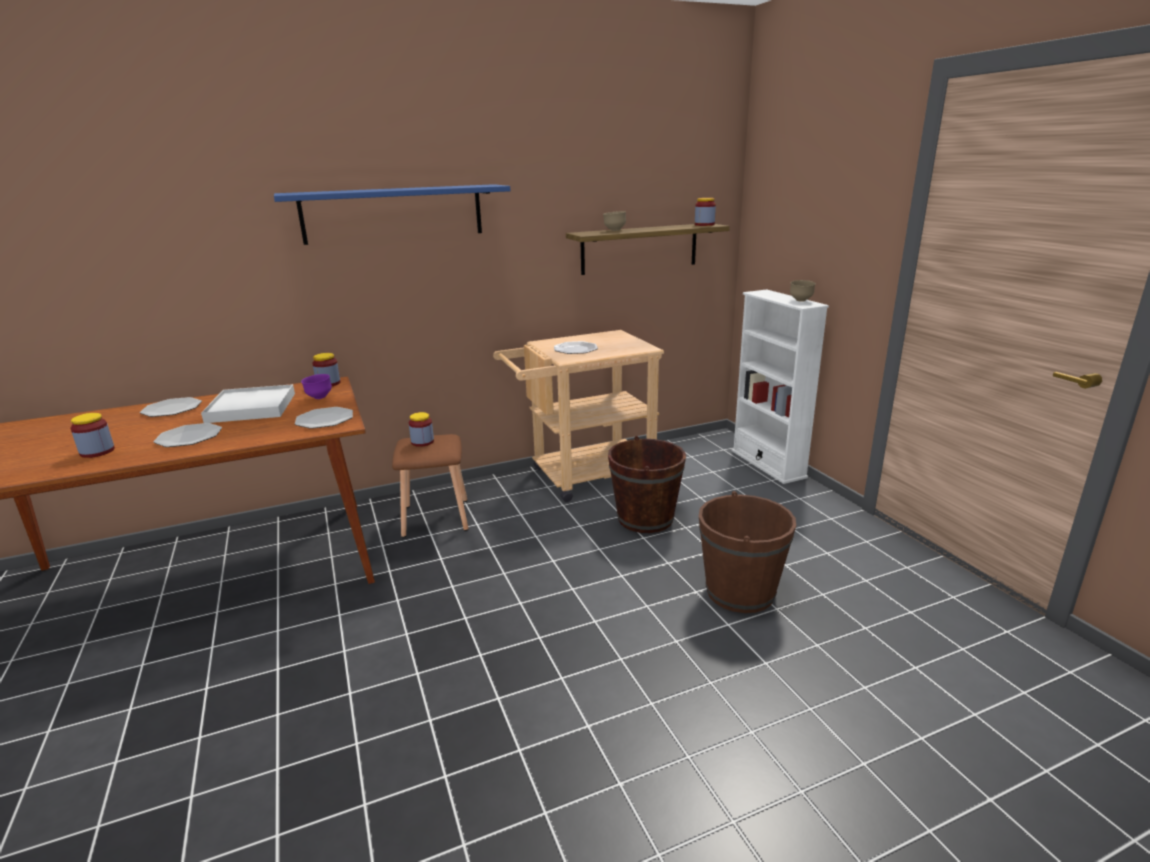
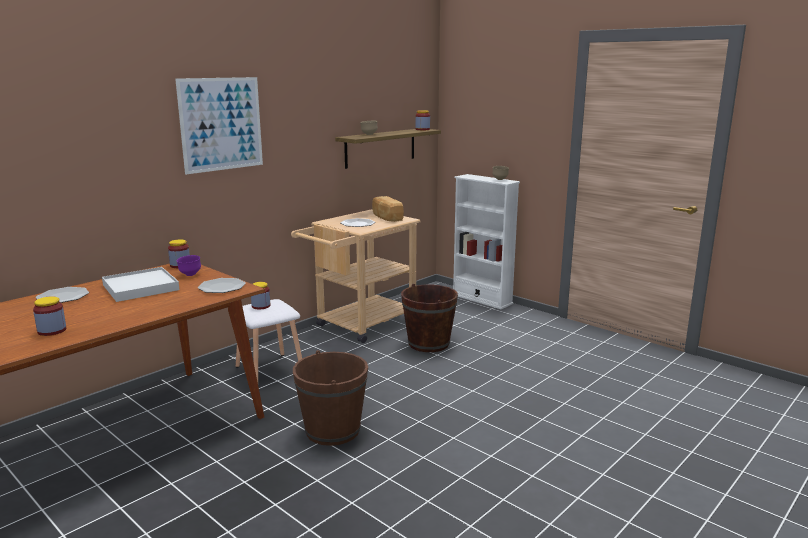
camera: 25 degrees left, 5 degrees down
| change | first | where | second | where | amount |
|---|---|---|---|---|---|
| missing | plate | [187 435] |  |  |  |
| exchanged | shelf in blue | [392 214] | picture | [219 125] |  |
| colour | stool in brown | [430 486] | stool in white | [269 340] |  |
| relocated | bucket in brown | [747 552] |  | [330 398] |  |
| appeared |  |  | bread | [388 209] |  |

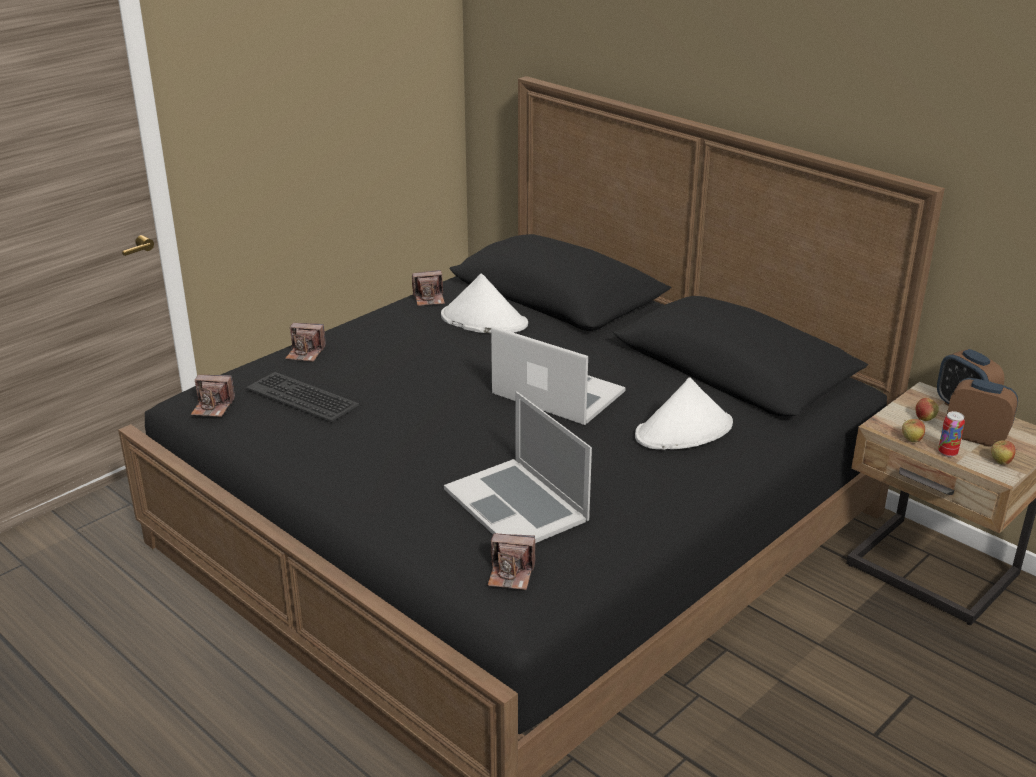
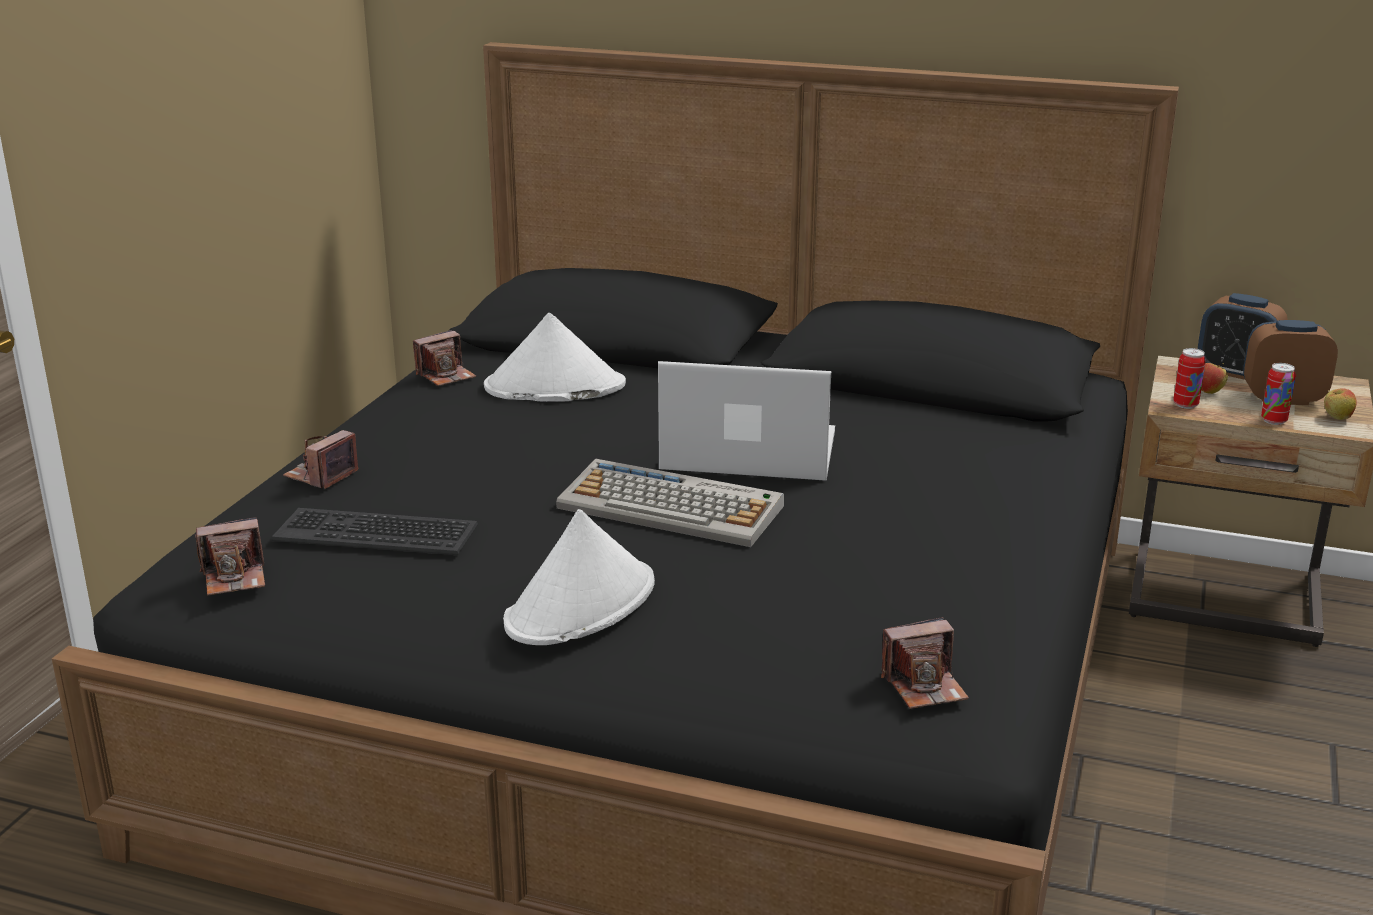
camera: 25 degrees left, 5 degrees down
| change | first | where | second | where | amount |
|---|---|---|---|---|---|
| spun | photo camera | [305 342] |  | [320 459] | 135 degrees clockwise |
| missing | laptop | [518 467] |  |  |  |
| relocated | hat in white | [684 413] |  | [579 577] |  |
| missing | apple | [913 430] |  |  |  |
| appeared |  |  | keyboard | [670 503] |  |
| appeared |  |  | can | [1189 378] |  |

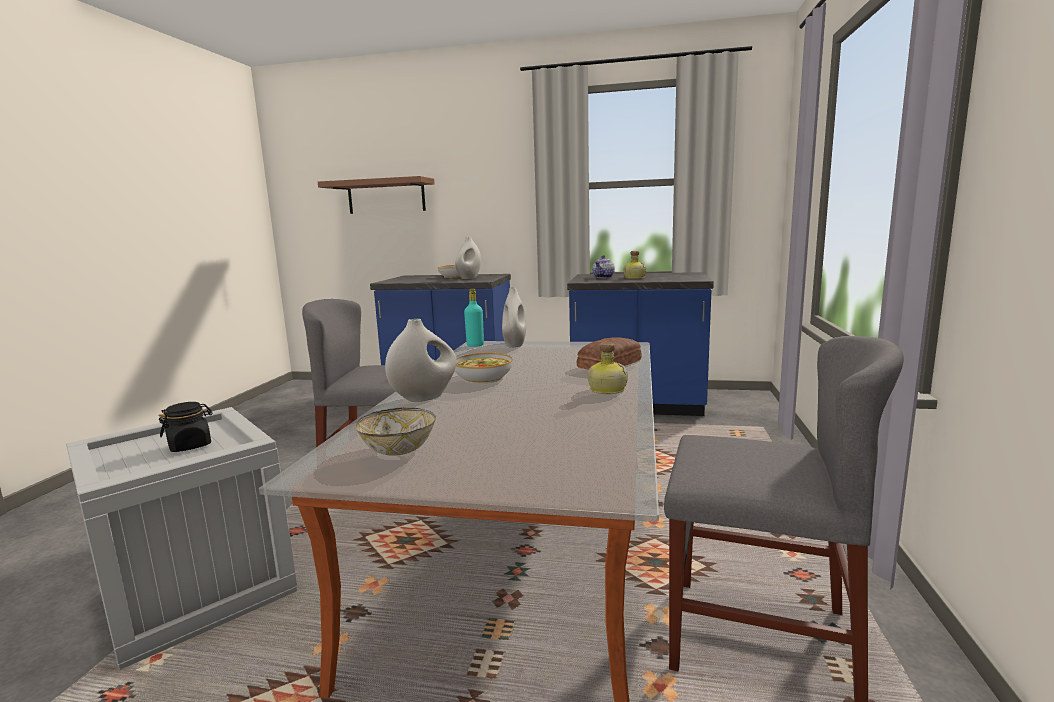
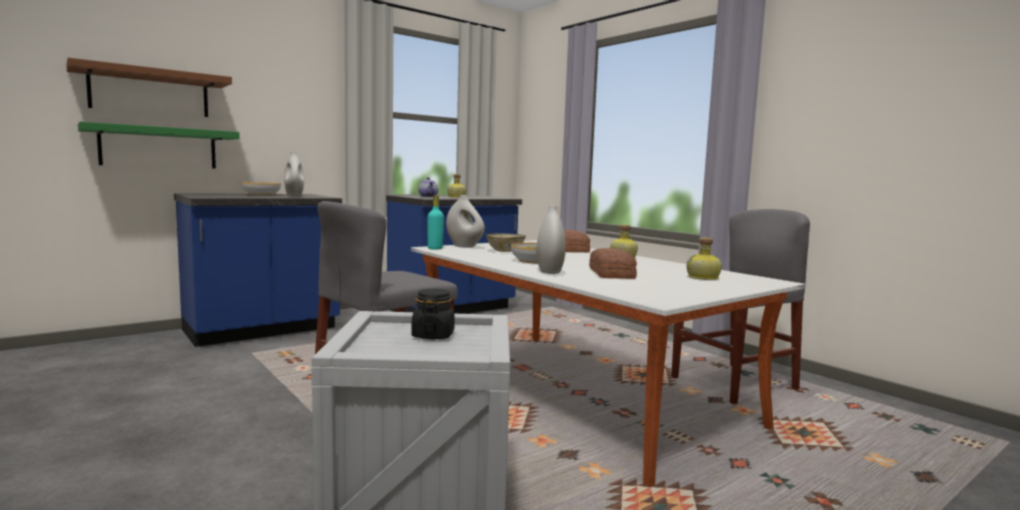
camera: 50 degrees left, 5 degrees down
| change | first | where | second | where | amount |
|---|---|---|---|---|---|
| relocated | bowl | [396 432] |  | [506 242] |  |
| appeared |  |  | shelf in green | [159 144] |  |
| appeared |  |  | bread | [613 263] |  |
| appeared |  |  | bottle | [704 259] |  |

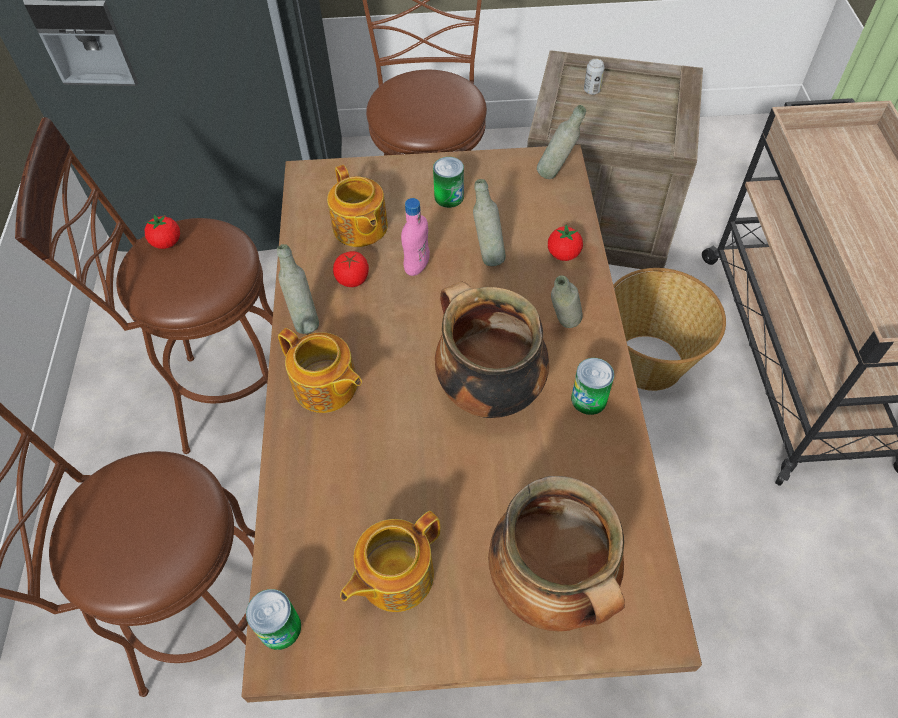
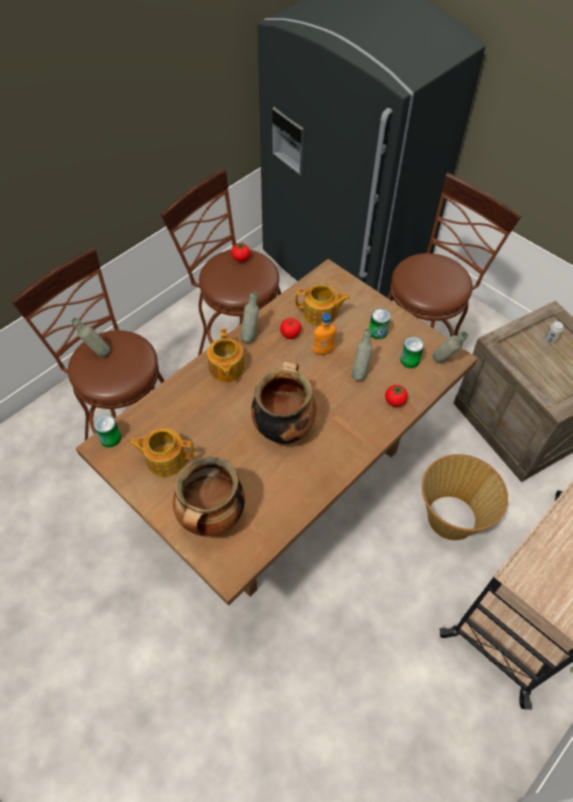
camera: 45 degrees right, 0 degrees up
| change | first | where | second | where | amount |
|---|---|---|---|---|---|
| spun | teapot | [357 206] |  | [322 305] | 105 degrees counterclockwise |
| colour | bottle in pink | [415 237] | bottle in orange | [324 334] |  |
| relocated | bottle in grey | [567 301] |  | [90 337] |  |
| relocated | can | [592 386] |  | [412 352] |  |

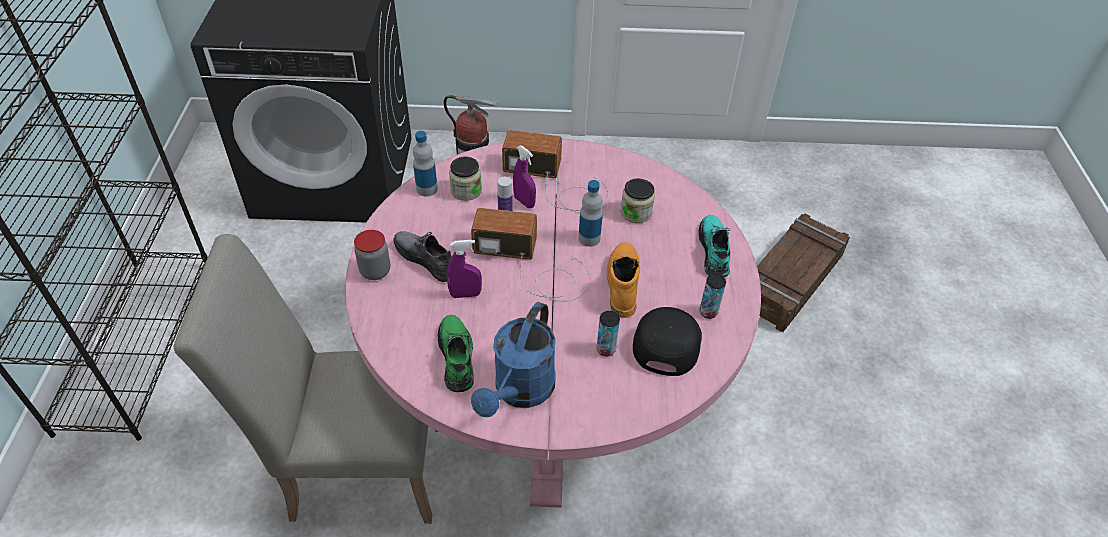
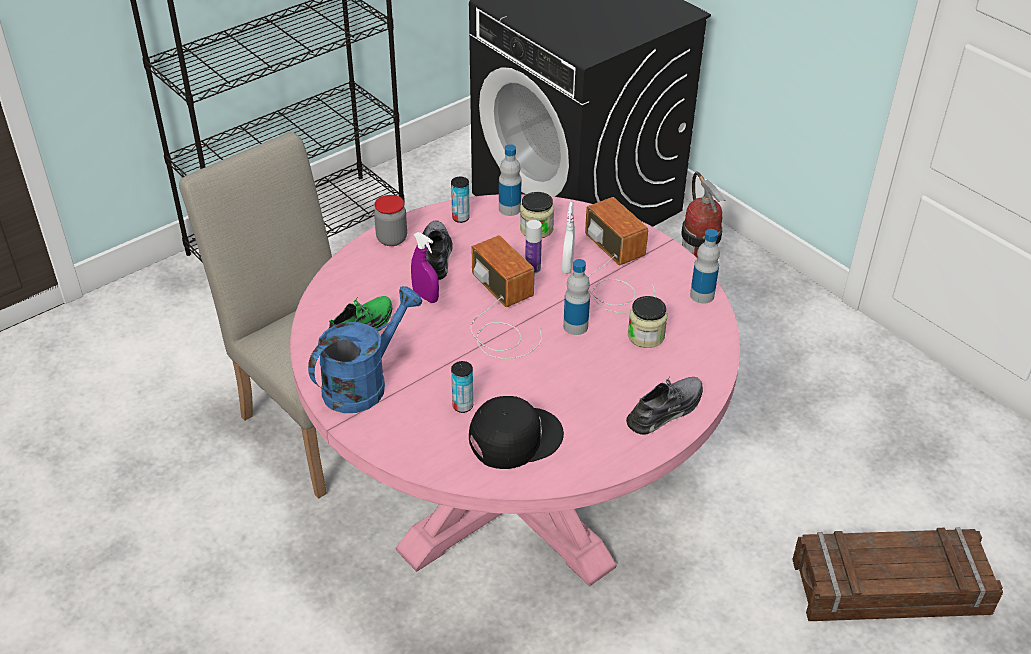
camera: 50 degrees right, 5 degrees down
| change | first | where | second | where | amount |
|---|---|---|---|---|---|
| spun | watering can in blue | [513 359] |  | [365 349] | 150 degrees clockwise |
| colour | spray bottle in purple | [524 176] | spray bottle in white | [568 238] |  |
| missing | boot in orange | [623 280] |  |  |  |
| colour | shoe in turquoise | [715 246] | shoe in grey | [664 405] |  |
| relocated | can | [713 296] |  | [460 200] |  |
| appeared |  |  | bottle | [705 266] |  |

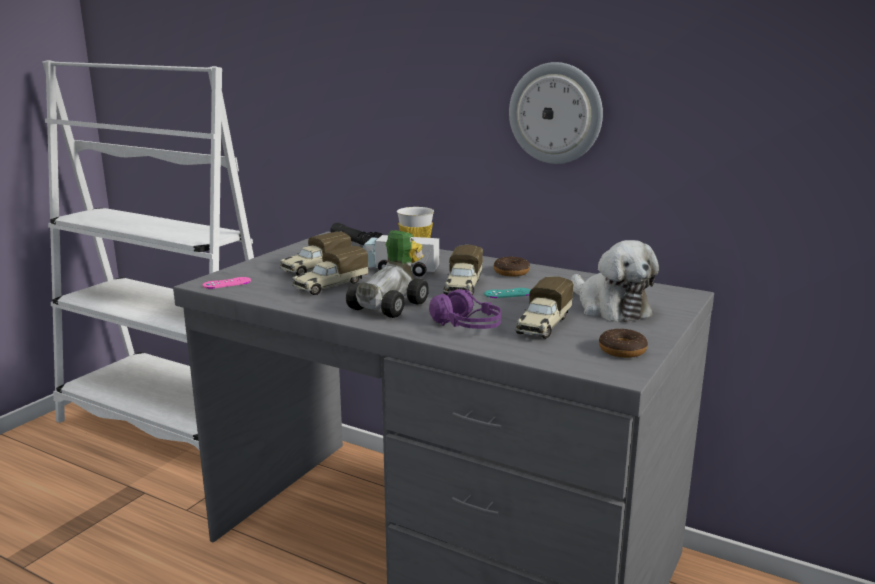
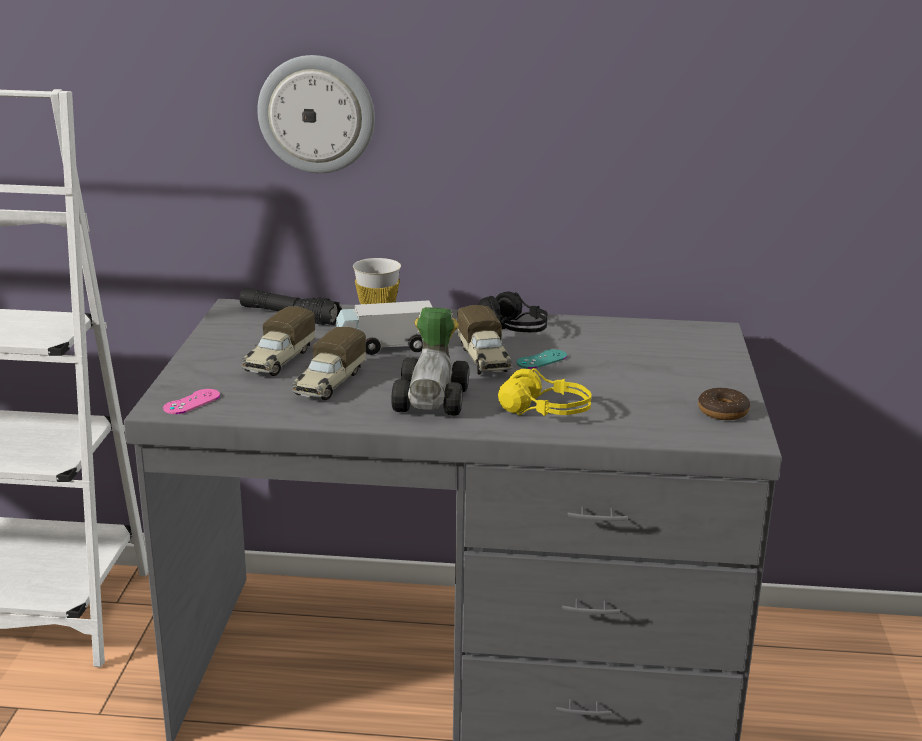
camera: 25 degrees left, 5 degrees up
| change | first | where | second | where | amount |
|---|---|---|---|---|---|
| colour | headphones in purple | [465 309] | headphones in yellow | [545 392] |  |
| exchanged | donut | [512 266] | headphones in black | [513 311] |  |
| relocated | wall clock | [556 113] |  | [316 114] |  |
| missing | toy truck | [544 307] |  |  |  |
| missing | plush toy | [615 281] |  |  |  |

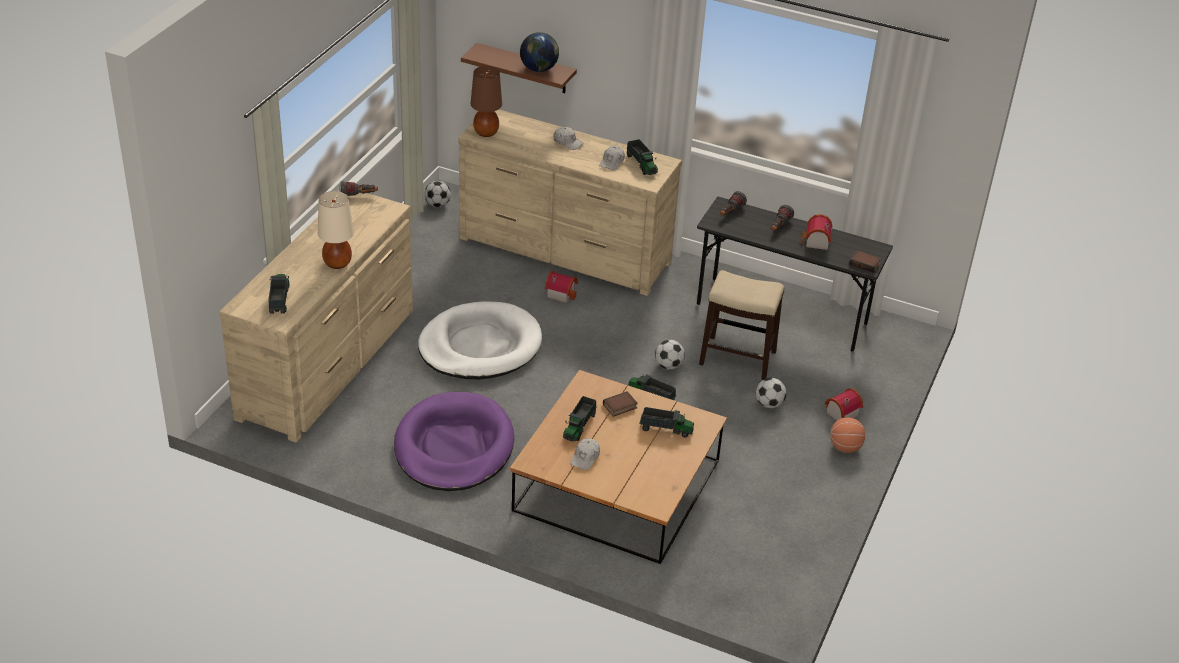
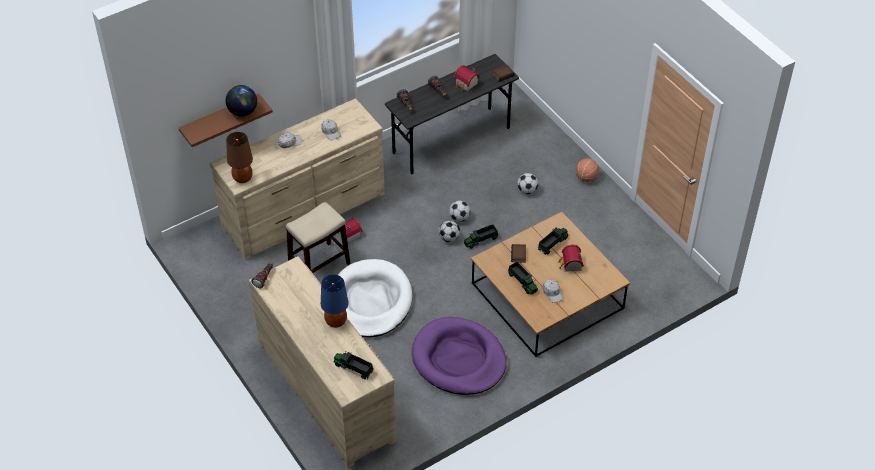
camera: 55 degrees left, 10 degrees up
| change | first | where | second | where | amount |
|---|---|---|---|---|---|
| colour | table lamp in beige | [336 230] | table lamp in blue | [335 301] |  |
| relocated | football | [437 194] |  | [449 231] |  |
| missing | toy truck | [642 157] |  |  |  |
| relocated | stool | [741 325] |  | [318 237] |  |
| relocated | toy house | [844 404] |  | [571 258] |  |

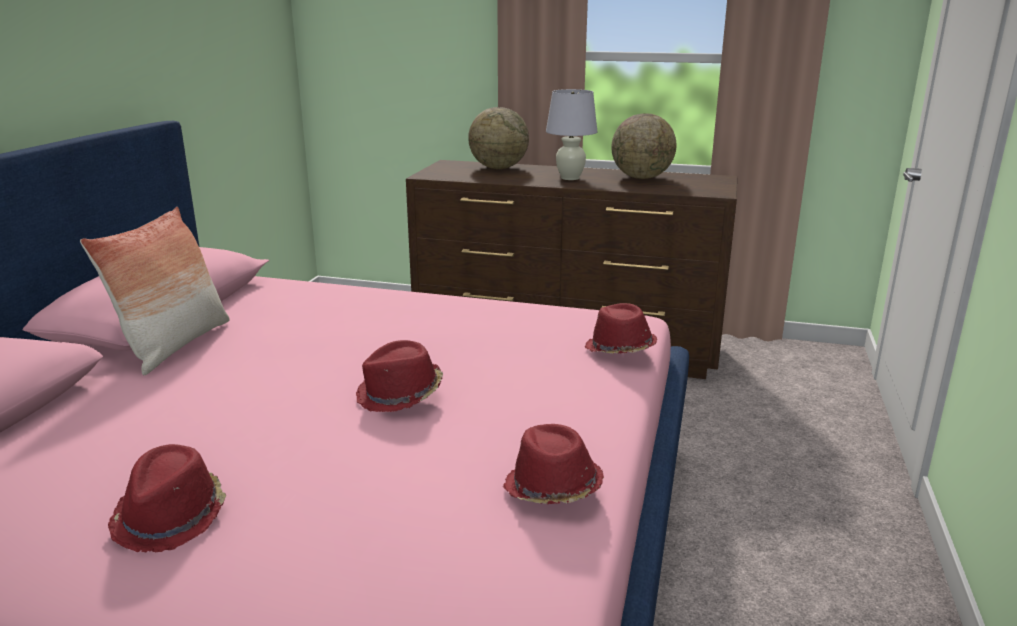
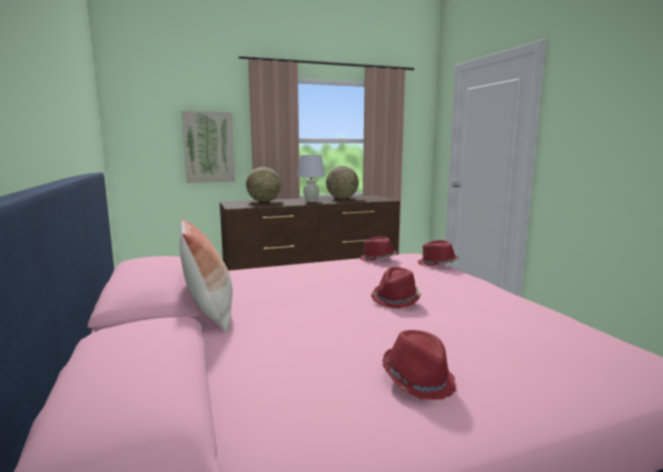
camera: 35 degrees left, 10 degrees down
| change | first | where | second | where | amount |
|---|---|---|---|---|---|
| relocated | hat in red | [553 464] |  | [378 248] |  |
| appeared |  |  | picture | [208 147] |  |

